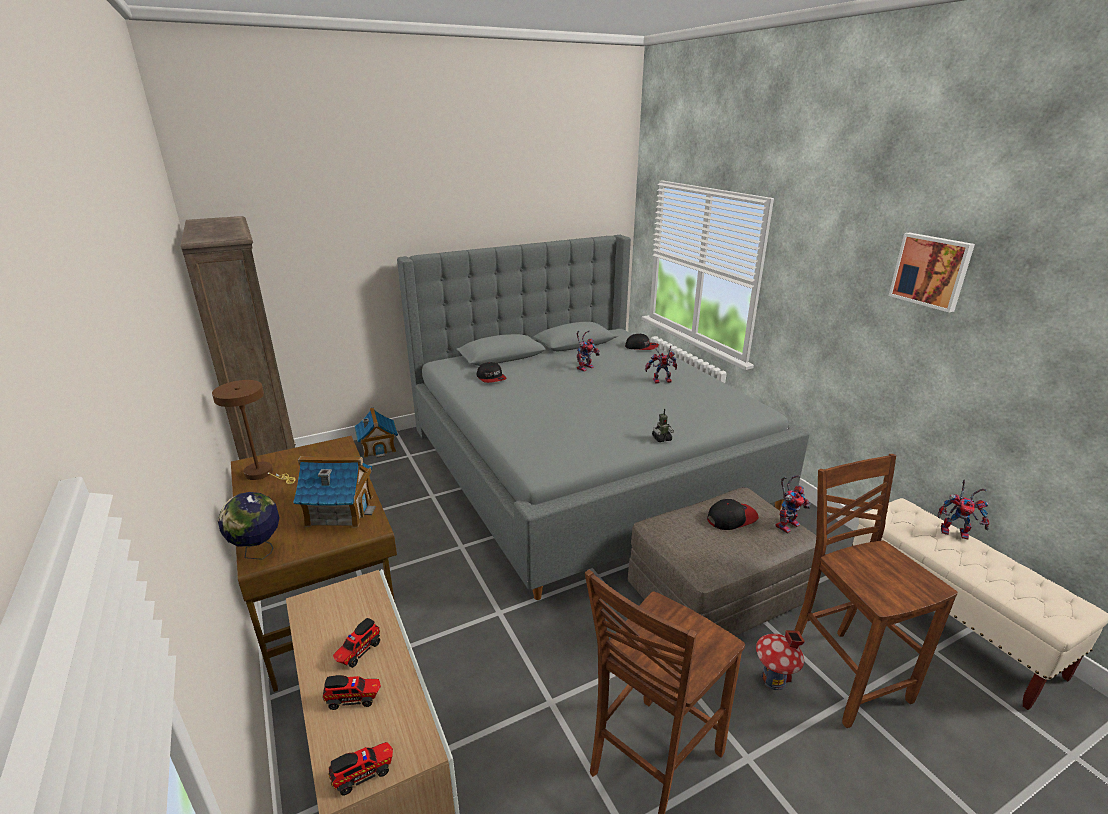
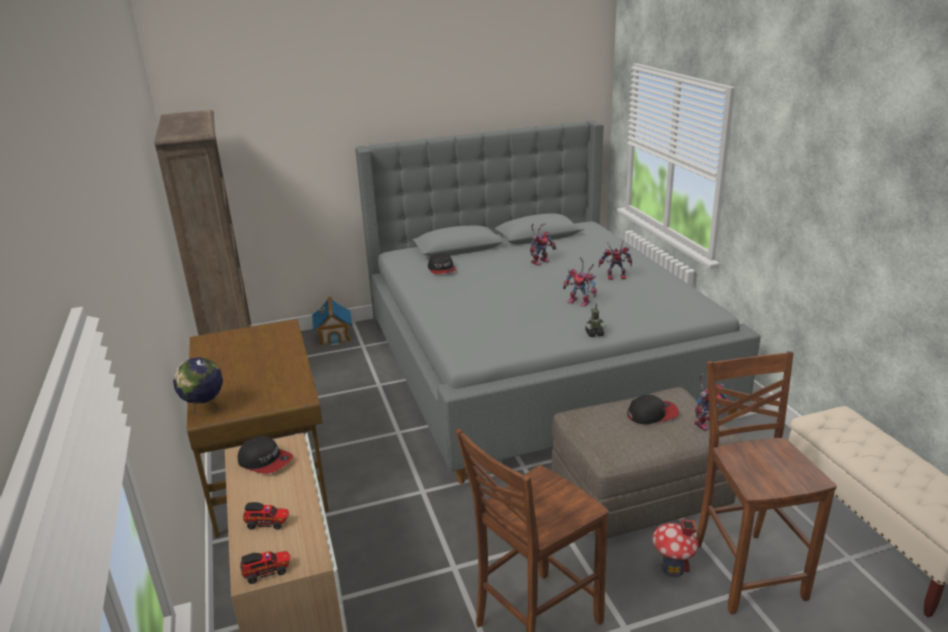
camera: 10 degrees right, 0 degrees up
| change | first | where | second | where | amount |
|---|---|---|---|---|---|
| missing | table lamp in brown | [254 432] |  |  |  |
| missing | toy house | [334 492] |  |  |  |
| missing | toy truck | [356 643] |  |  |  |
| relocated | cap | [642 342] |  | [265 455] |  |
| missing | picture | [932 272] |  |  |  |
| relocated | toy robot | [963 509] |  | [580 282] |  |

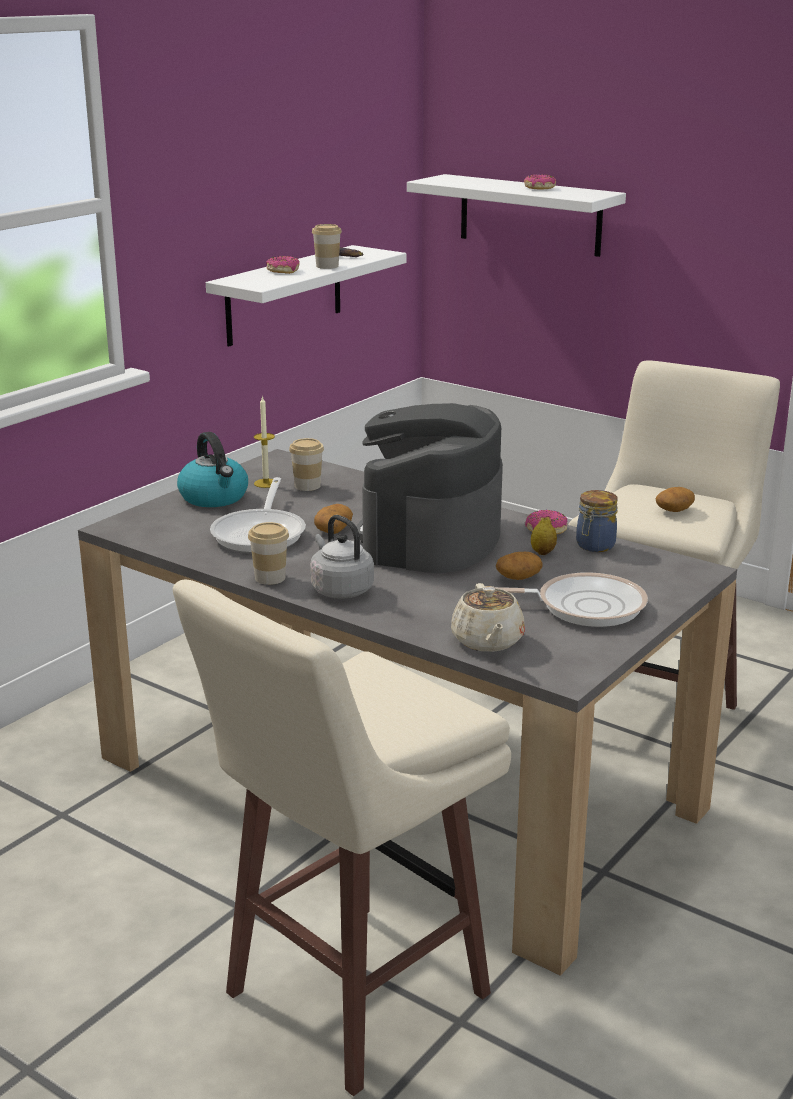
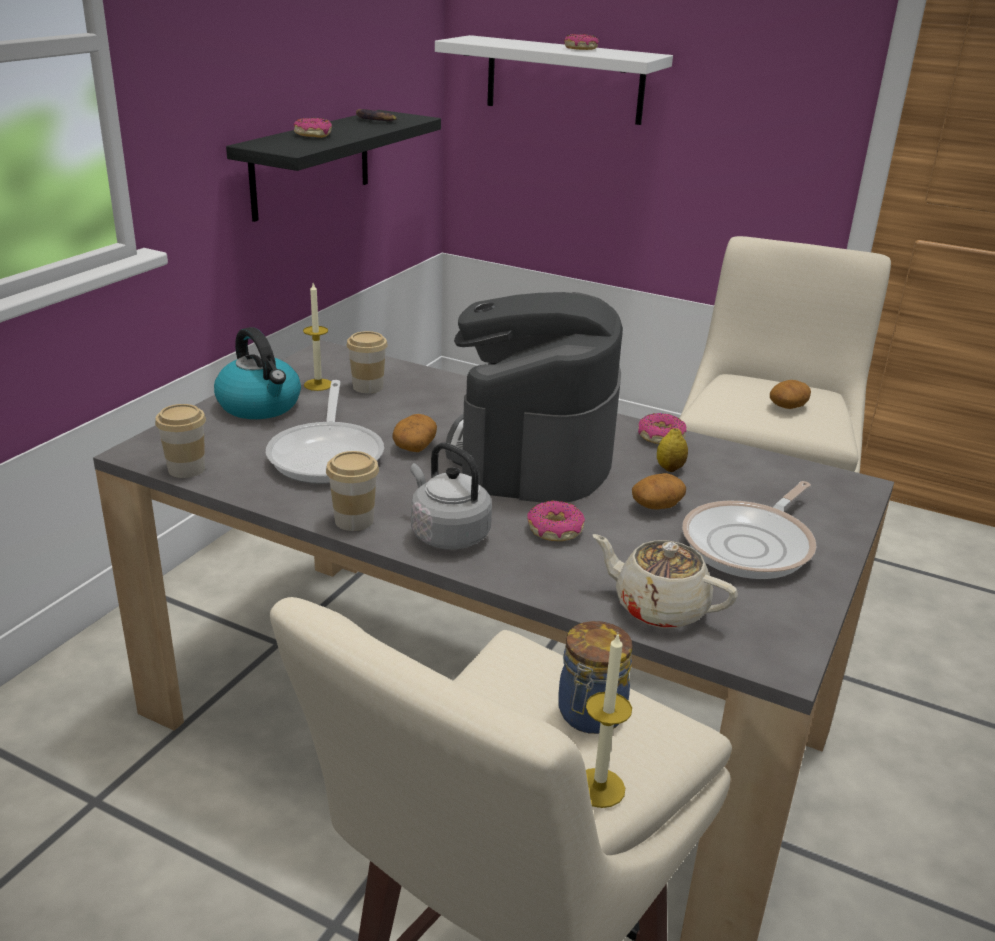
camera: 10 degrees left, 5 degrees up
| change | first | where | second | where | amount |
|---|---|---|---|---|---|
| colour | shelf in white | [306 295] | shelf in black | [333 166] |  |
| relocated | cup | [327 246] |  | [180 441] |  |
| spun | teapot in beige | [488 617] |  | [665 581] | 135 degrees clockwise |
| spun | frying pan | [571 599] |  | [749 530] | 135 degrees clockwise |
| relocated | jar | [597 521] |  | [595 677] |  |
| appeared |  |  | donut | [556 521] |  |
| appeared |  |  | candle | [609 721] |  |

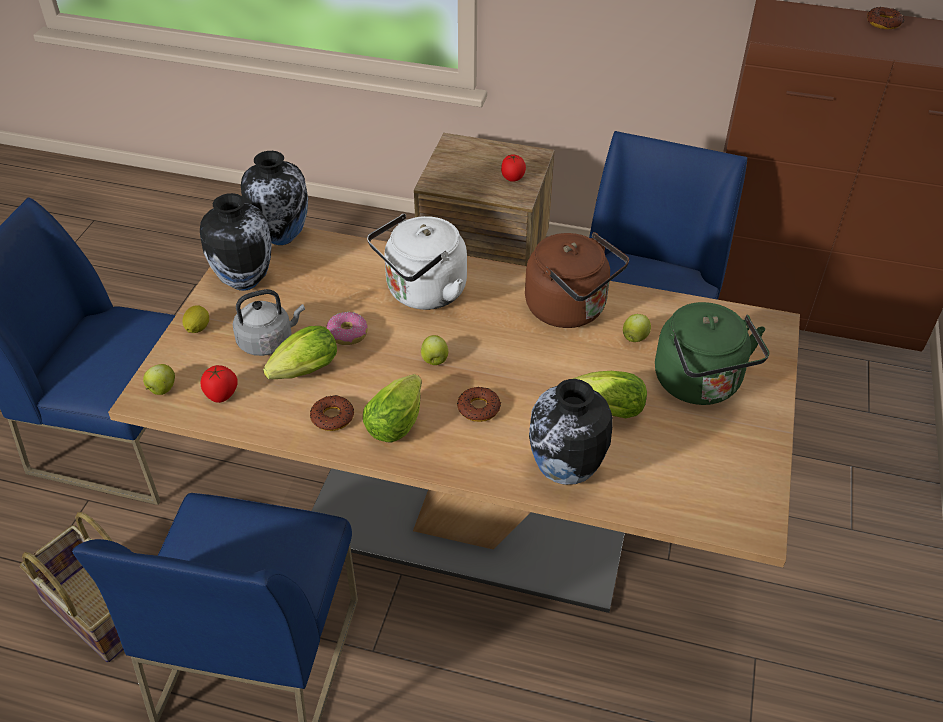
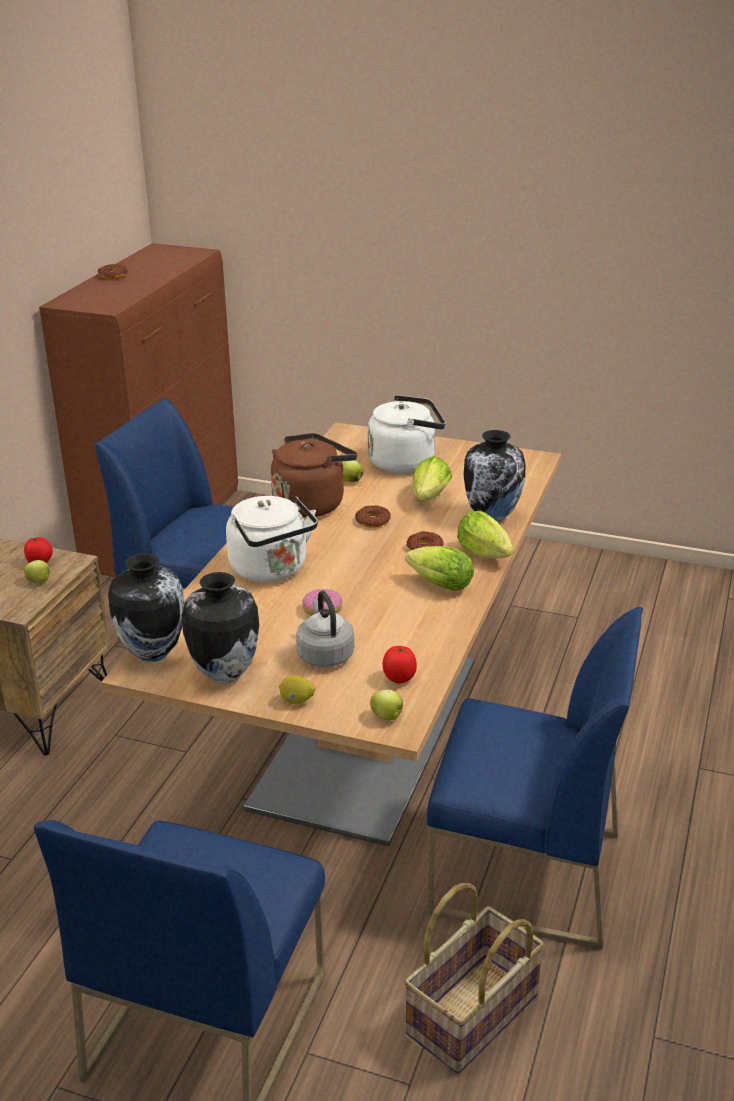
camera: 85 degrees left, 15 degrees down
| change | first | where | second | where | amount |
|---|---|---|---|---|---|
| relocated | lettuce | [300 352] |  | [485 535] |  |
| relocated | donut | [332 413] |  | [373 516] |  |
| relocated | apple | [434 350] |  | [37 571] |  |
| colour | kettle in green | [712 353] | kettle in white | [407 434] |  |

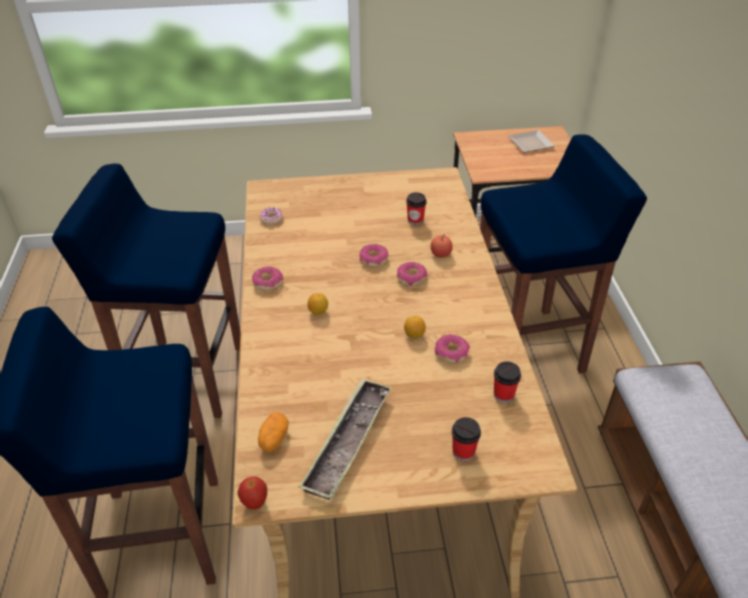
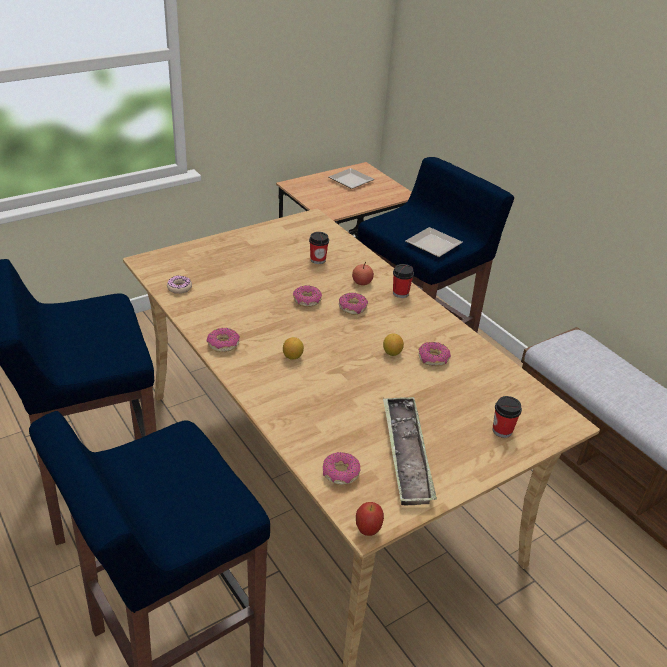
camera: 30 degrees left, 5 degrees down
| change | first | where | second | where | amount |
|---|---|---|---|---|---|
| exchanged | potato | [273 432] | donut | [342 468] |  |
| relocated | cup | [507 382] |  | [403 281] |  |
| appeared |  |  | plate | [434 242] |  |

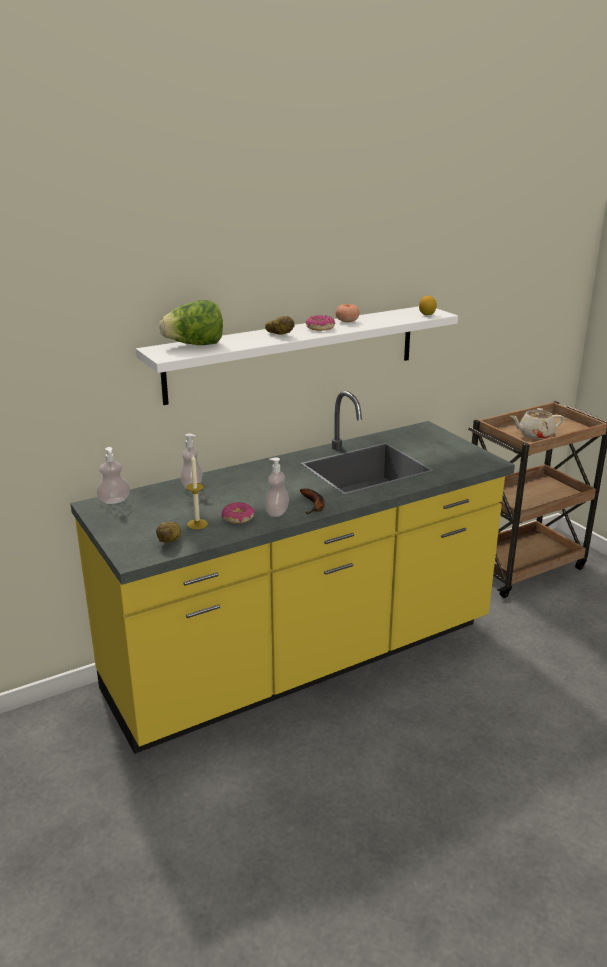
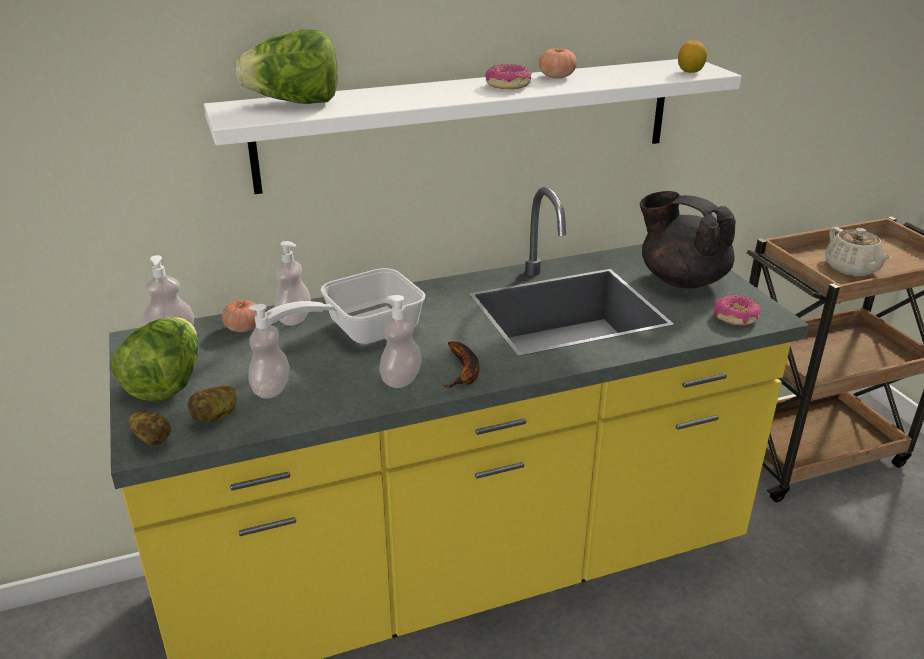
camera: 10 degrees right, 5 degrees up
| change | first | where | second | where | amount |
|---|---|---|---|---|---|
| exchanged | candle | [197 492] | soap dispenser | [269 351] |  |
| relocated | donut | [238 513] |  | [737 310] |  |
| relocated | potato | [279 325] |  | [150 429] |  |
| spun | teapot in beige | [537 423] |  | [858 251] | 105 degrees counterclockwise |
| appeared |  |  | lettuce | [155 359] |  |
| appeared |  |  | tomato | [239 316] |  |
| appeared |  |  | frying pan | [345 306] |  |
| appeared |  |  | teapot in black | [688 239] |  |

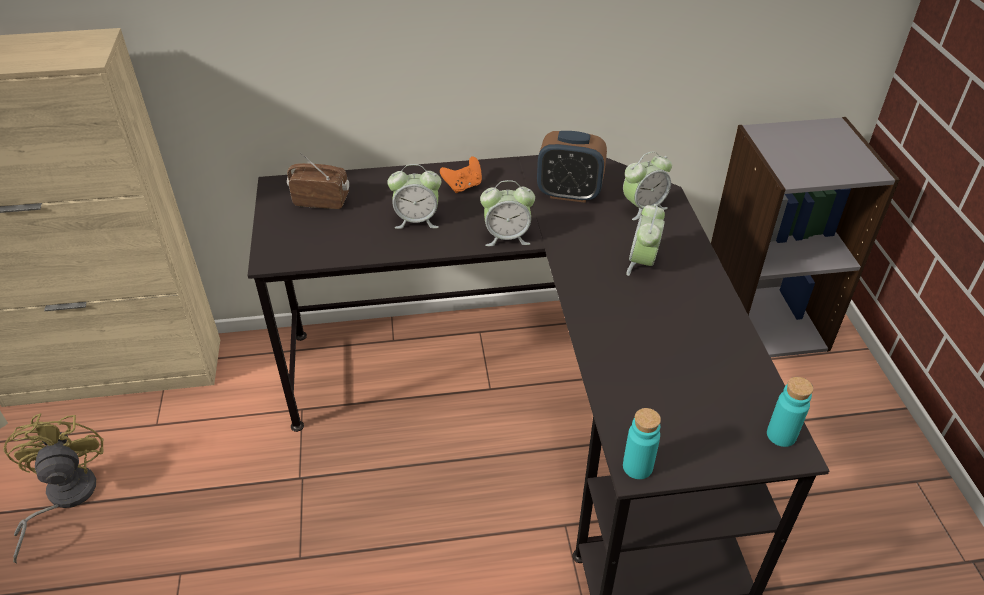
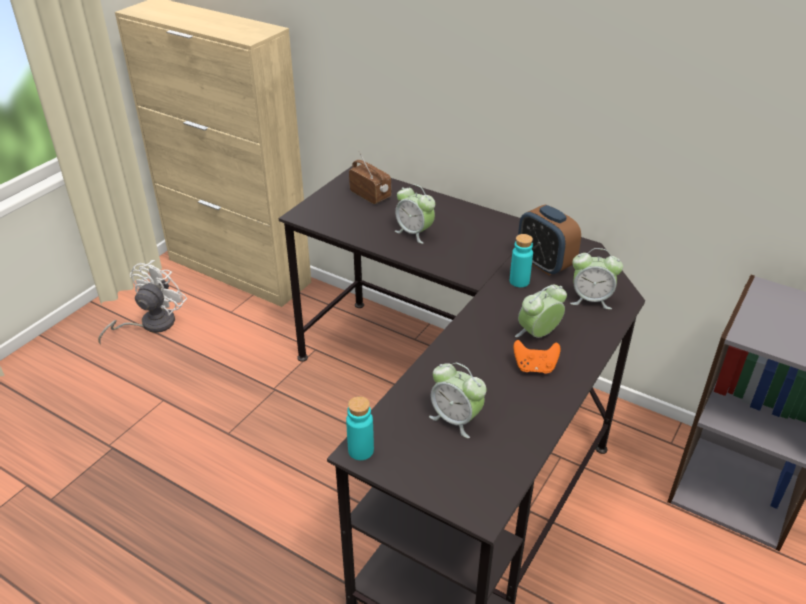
camera: 40 degrees right, 5 degrees down
| change | first | where | second | where | amount |
|---|---|---|---|---|---|
| colour | fan in yellow | [53 488] | fan in white | [142 302] |  |
| relocated | game controller in orange | [461 174] |  | [536 357] |  |
| relocated | alarm clock | [507 213] |  | [458 400] |  |
| relocated | bottle in turquoise | [790 412] |  | [521 260] |  |

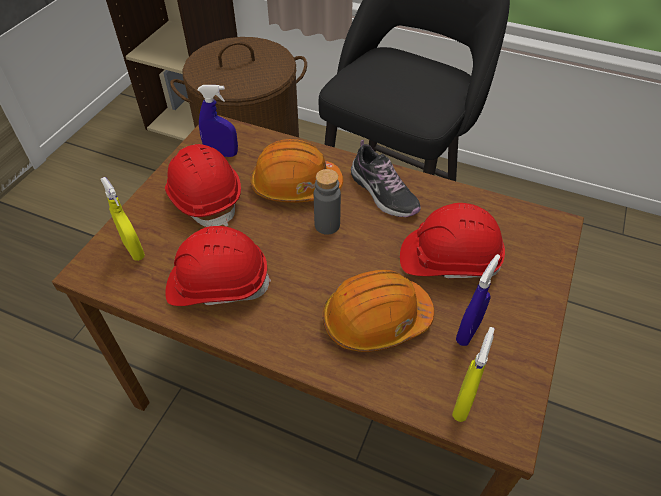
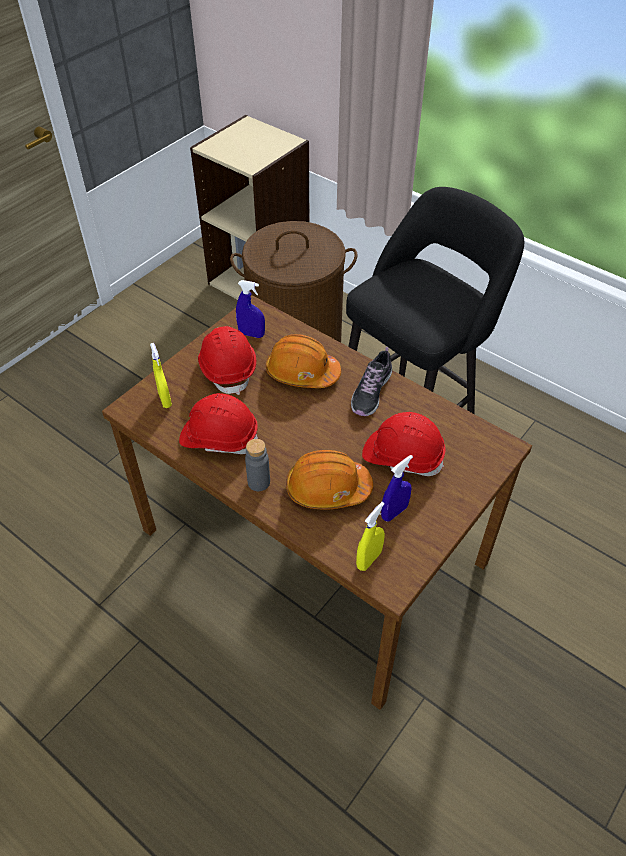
camera: 15 degrees right, 0 degrees up
| change | first | where | second | where | amount |
|---|---|---|---|---|---|
| relocated | bottle in grey | [327 202] |  | [257 465] |  |
| spun | shoe | [386 178] |  | [371 381] | 45 degrees clockwise |

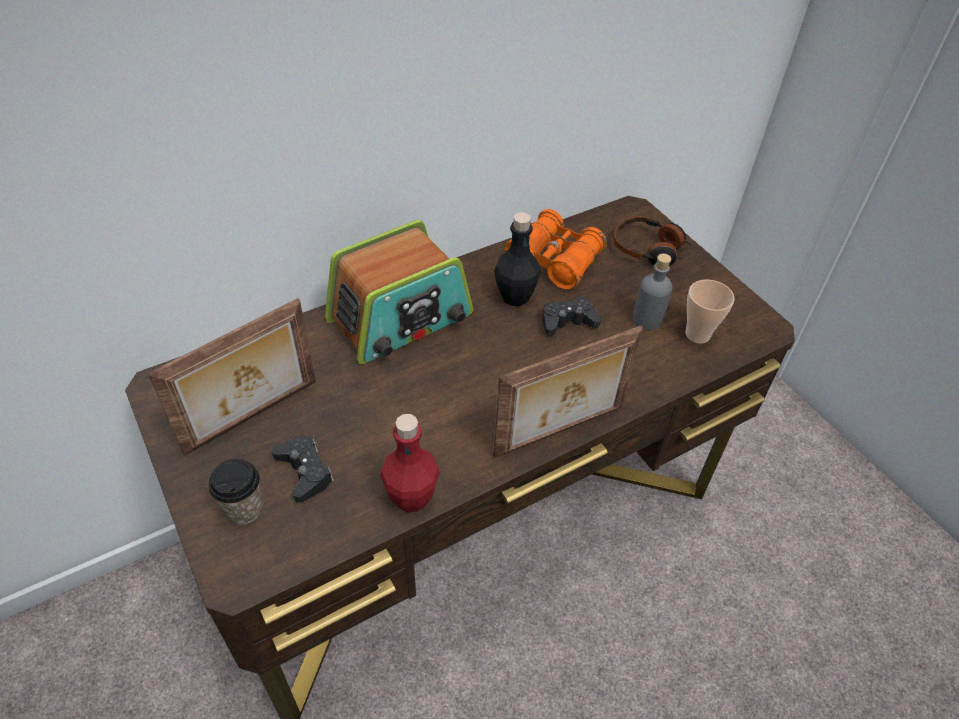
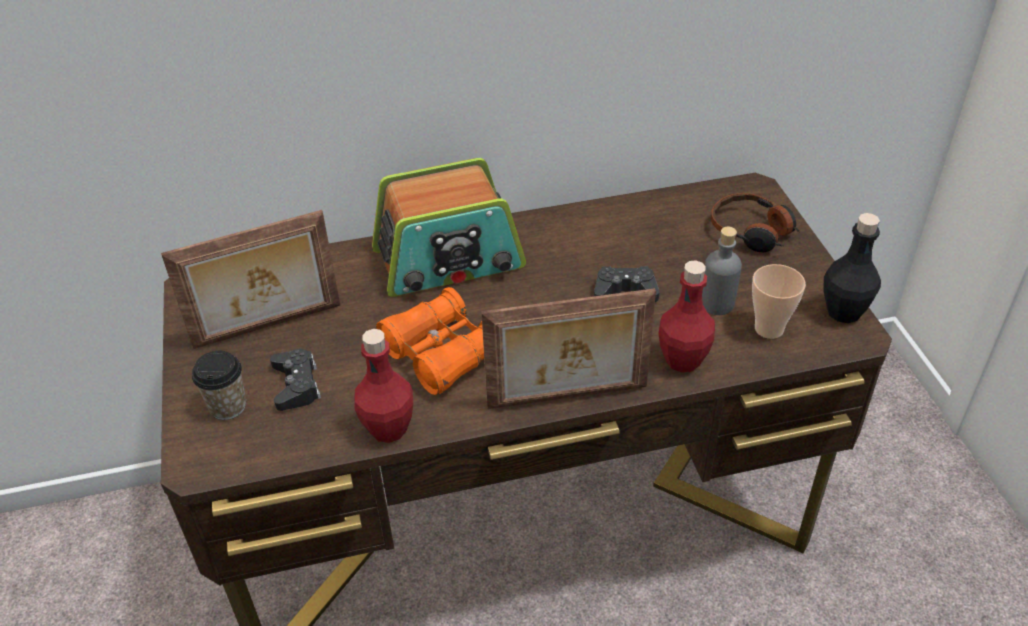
camera: 20 degrees right, 5 degrees down
| change | first | where | second | where | amount |
|---|---|---|---|---|---|
| relocated | bottle in black | [517 259] |  | [852 268] |  |
| relocated | binoculars in orange | [555 249] |  | [430 341] |  |
| appeared |  |  | bottle in red | [686 316] |  |

